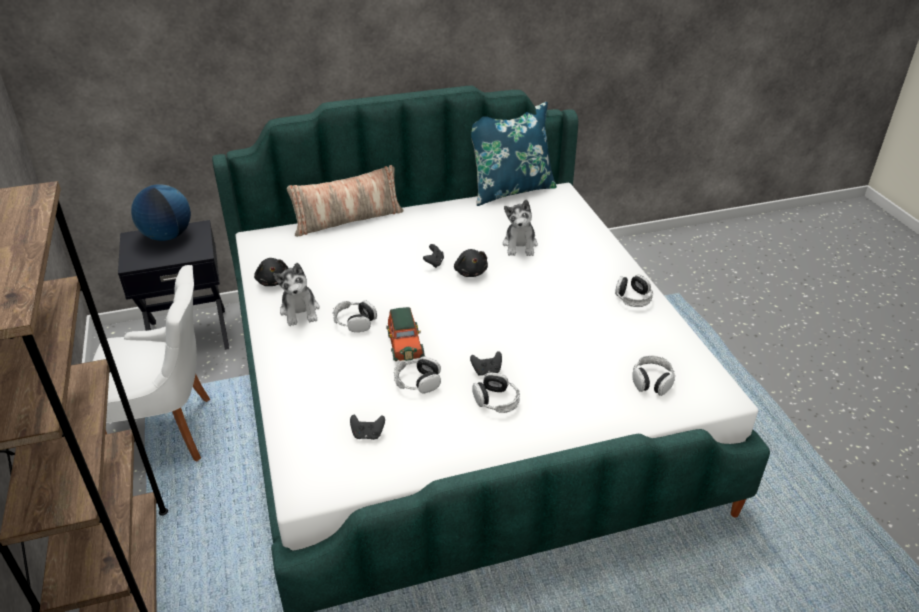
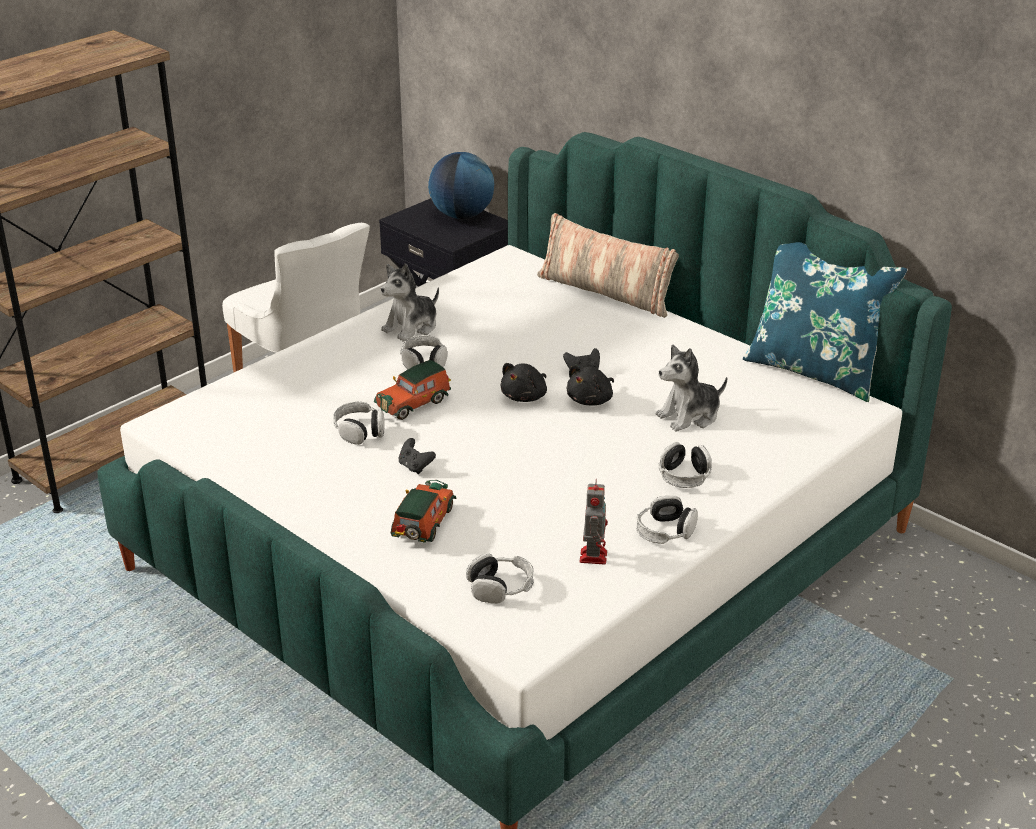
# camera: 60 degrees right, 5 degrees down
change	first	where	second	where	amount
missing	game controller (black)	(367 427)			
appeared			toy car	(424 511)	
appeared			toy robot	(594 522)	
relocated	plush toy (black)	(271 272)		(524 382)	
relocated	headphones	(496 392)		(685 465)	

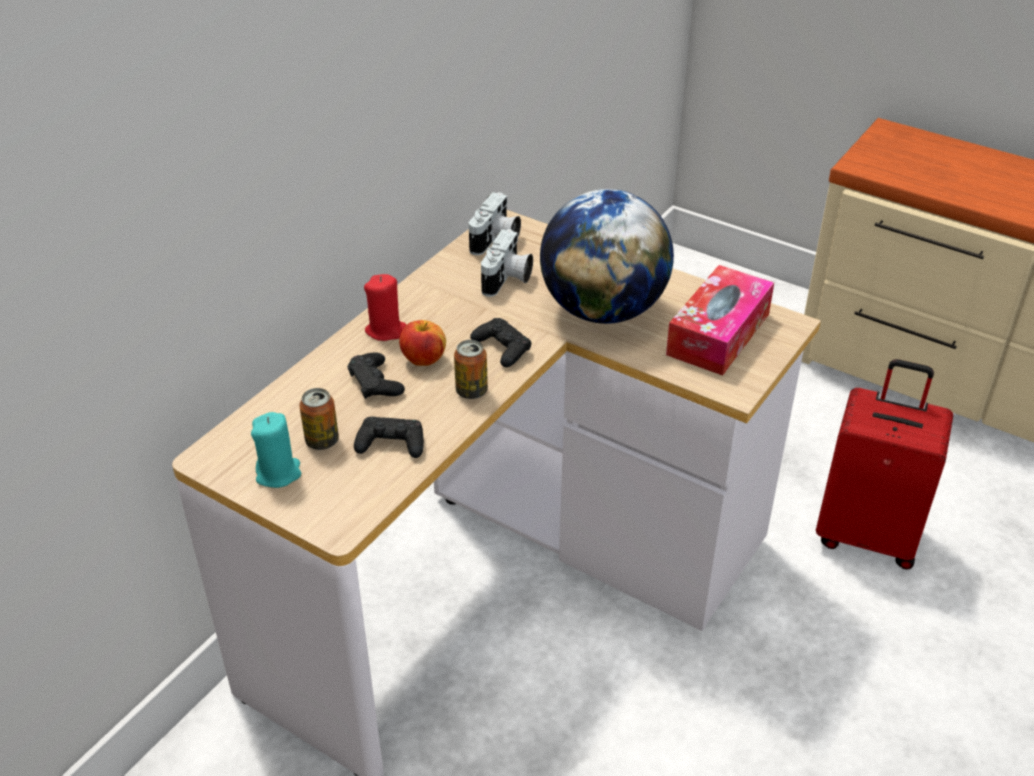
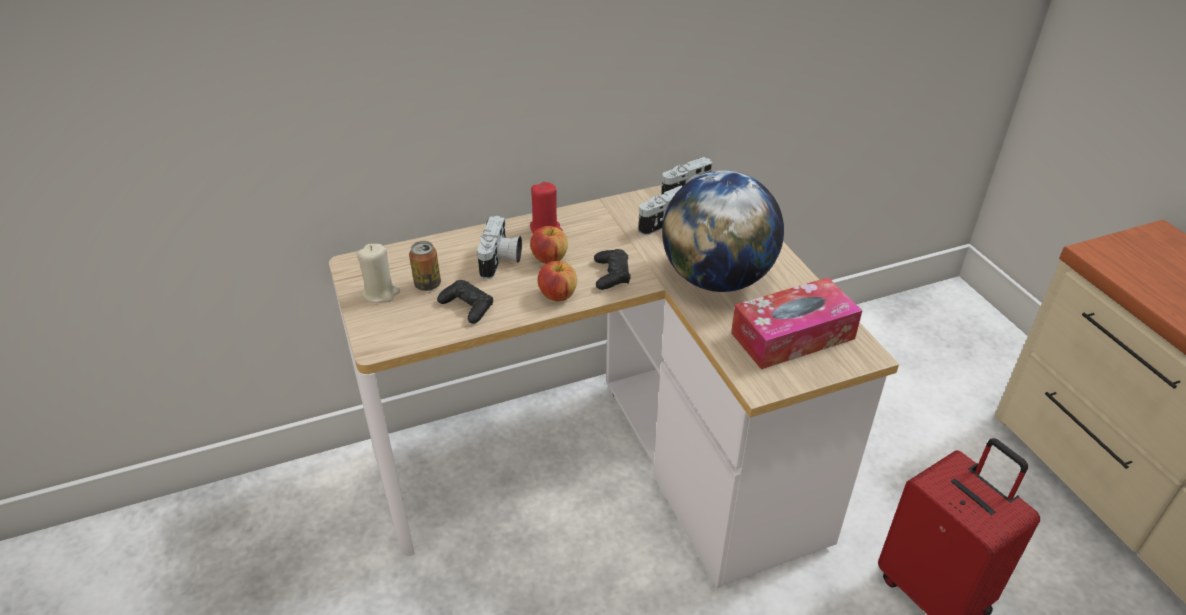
# camera: 35 degrees right, 0 degrees up
change	first	where	second	where	amount
exchanged	game controller (black)	(376 376)	photo camera	(499 247)	
exchanged	can	(471 369)	apple	(557 281)	
colour	candle (turquoise)	(276 450)	candle (beige)	(378 273)	

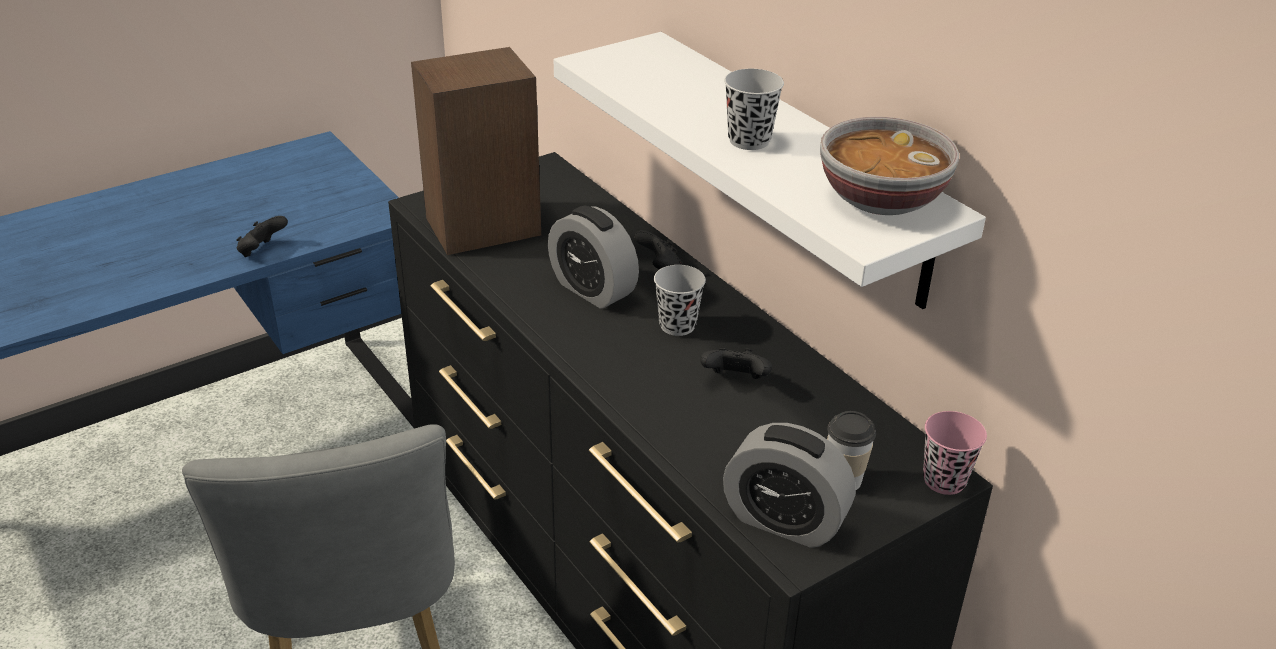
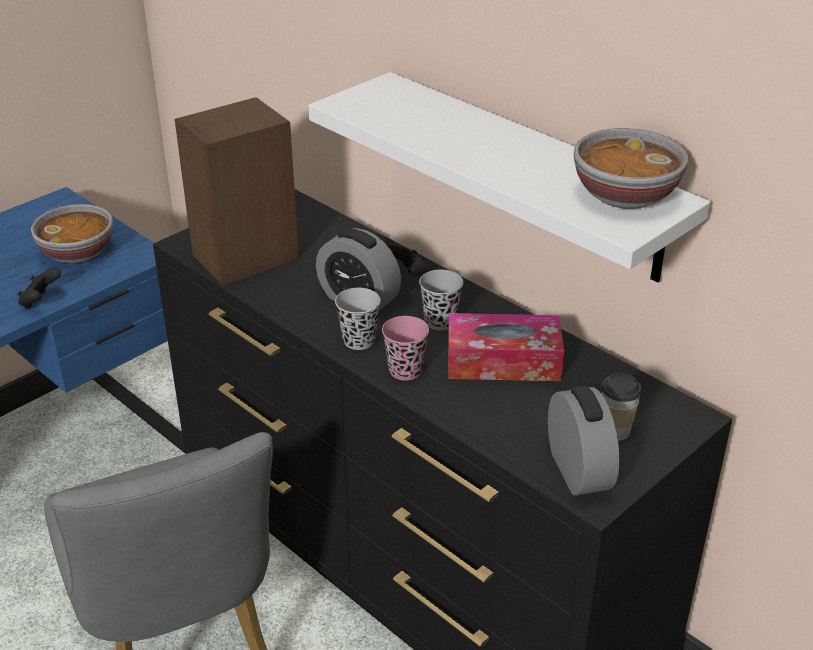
# camera: 10 degrees left, 0 degrees up
change	first	where	second	where	amount
appeared			bowl	(72 233)	
relocated	cup (black)	(754 109)		(358 319)	
relocated	cup (pink)	(955 453)		(405 348)	
exchanged	game controller (black)	(736 363)	tissue box	(506 347)	
spun	alarm clock	(789 485)		(584 441)	120 degrees counterclockwise

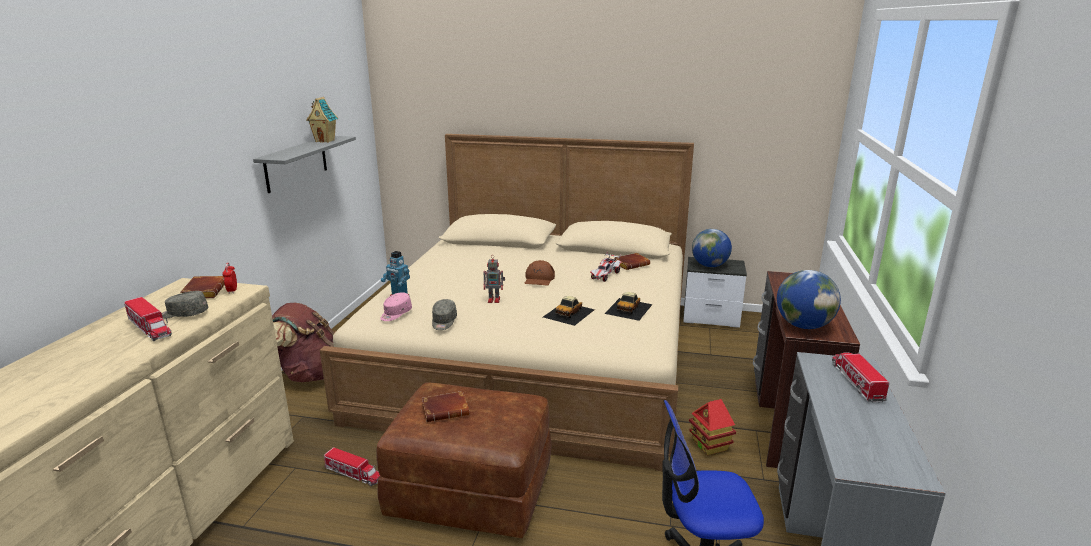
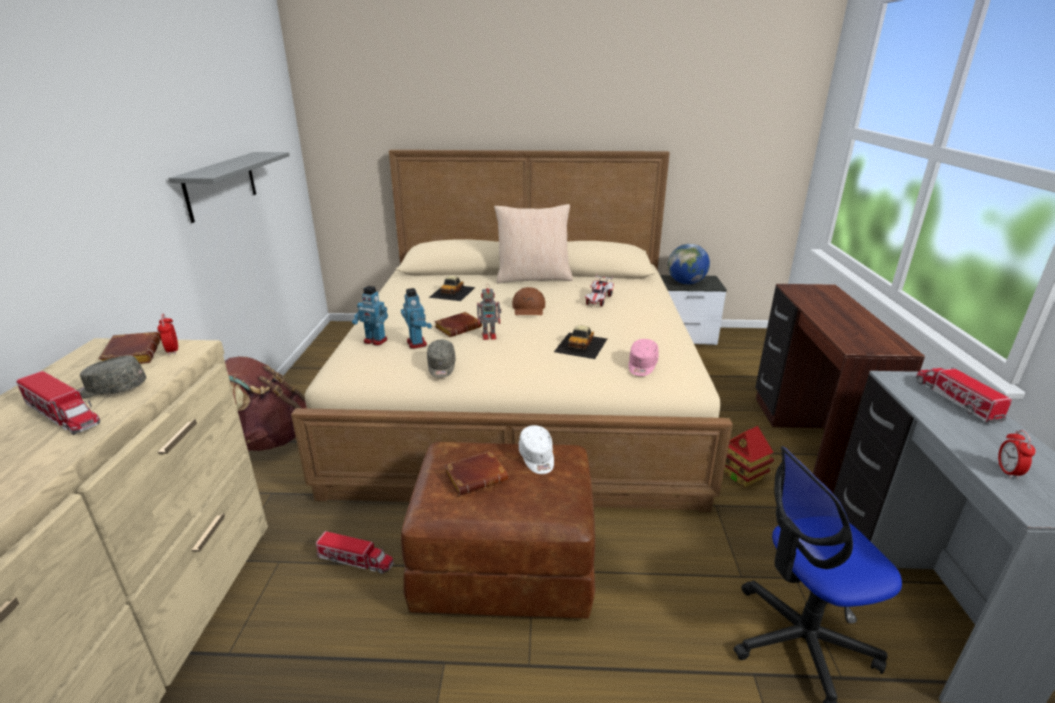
# camera: 10 degrees left, 5 degrees up
change	first	where	second	where	amount
missing	toy house	(322 120)			
missing	globe	(809 299)			
appeared			toy robot	(416 318)	
appeared			pillow (beige)	(533 243)	
appeared			cap (white)	(536 449)	
appeared			alarm clock	(1017 455)	
relocated	cap (pink)	(396 306)		(644 357)	
relocated	toy car	(628 306)		(452 288)	
relocated	book (brown)	(632 261)		(458 324)	

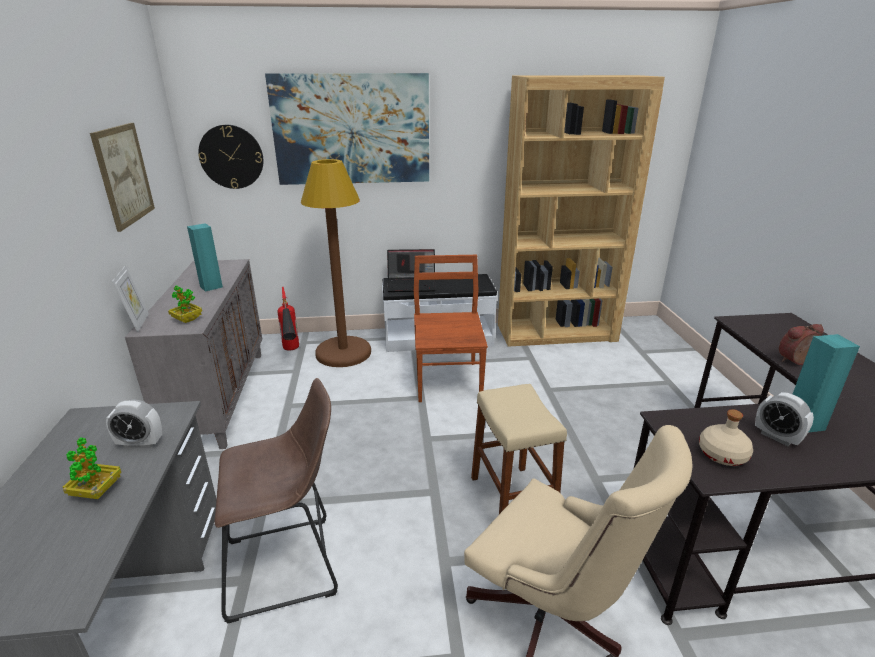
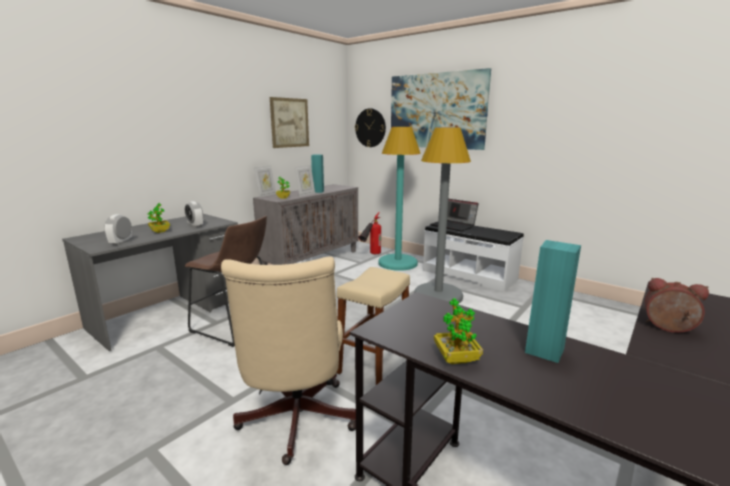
# camera: 45 degrees right, 10 degrees down
change	first	where	second	where	amount
missing	bookcase (brown)	(581 211)			
missing	bottle (beige)	(726 438)			
appeared			picture frame	(305 181)	
appeared			potted plant	(458 331)	
relocated	alarm clock	(784 419)		(118 229)	
exchanged	chair (brown)	(451 328)	floor lamp (grey)	(442 215)	
colour	floor lamp (brown)	(336 263)	floor lamp (turquoise)	(399 199)	

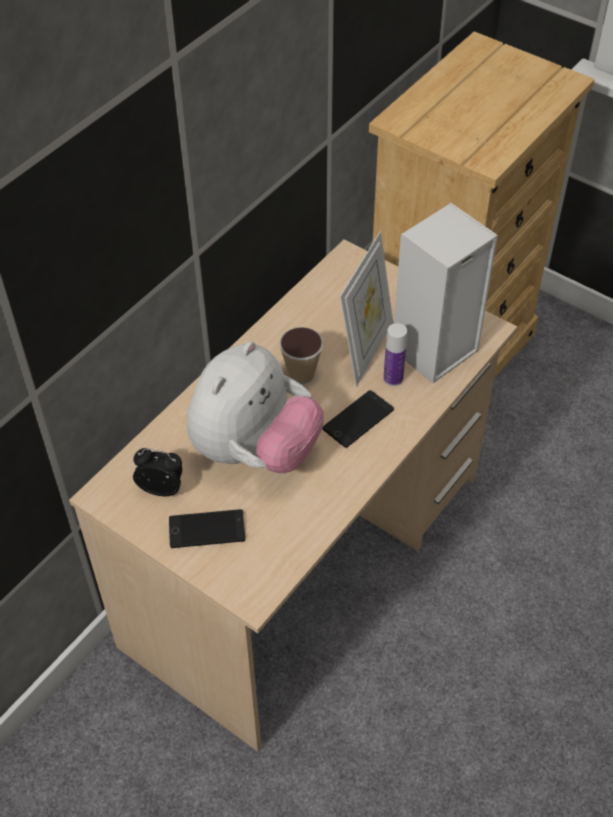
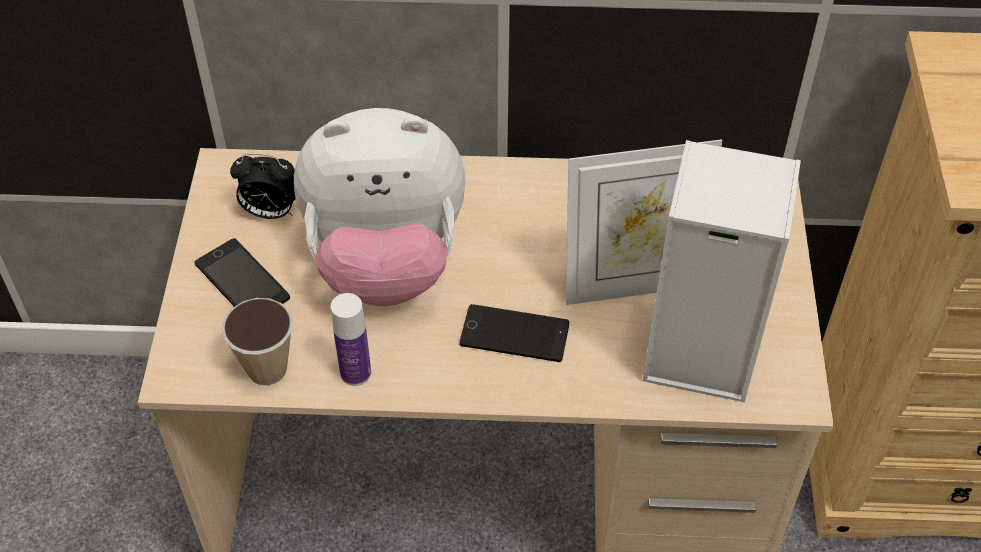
# camera: 55 degrees right, 0 degrees up
change	first	where	second	where	amount
relocated	cup	(301 355)		(257 341)	
relocated	bottle	(395 354)		(351 339)	
spun	alarm clock	(157 472)		(263 186)	120 degrees clockwise

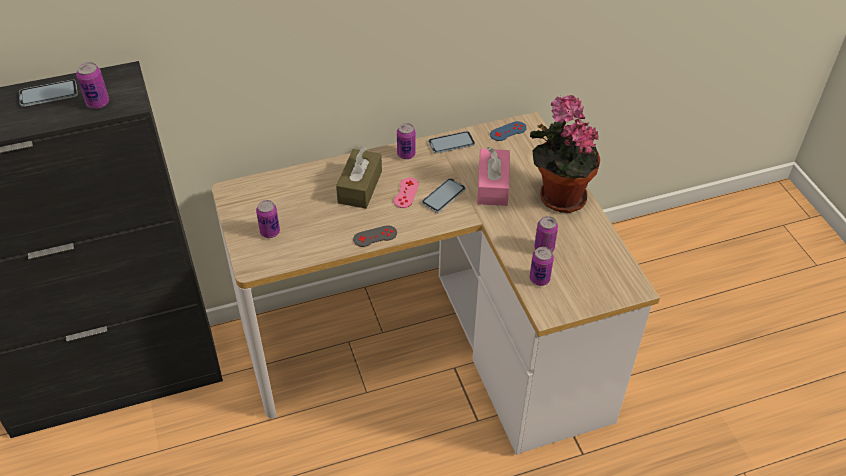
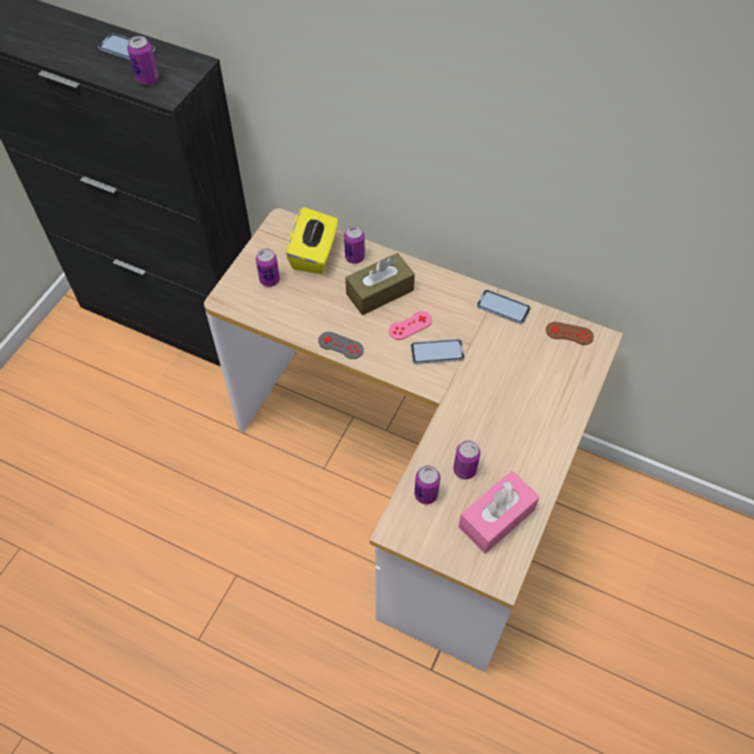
# camera: 45 degrees right, 10 degrees up
change	first	where	second	where	amount
missing	potted plant	(565 154)			
appeared			tissue box (yellow)	(312 240)	
relocated	can	(406 141)		(354 245)	
relocated	tissue box (pink)	(493 176)		(499 512)	
colour	game controller (blue)	(508 131)	game controller (brown)	(570 333)	

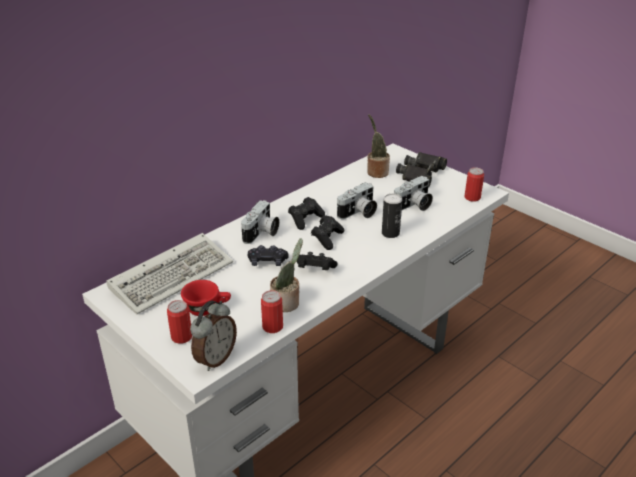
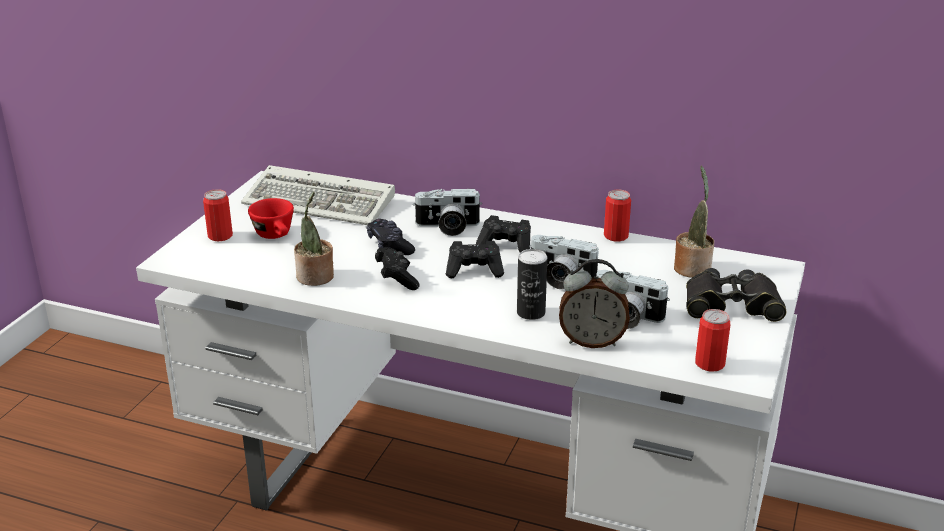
# camera: 65 degrees right, 5 degrees down
change	first	where	second	where	amount
relocated	alarm clock	(213 336)		(594 303)	
relocated	can	(272 311)		(617 215)	

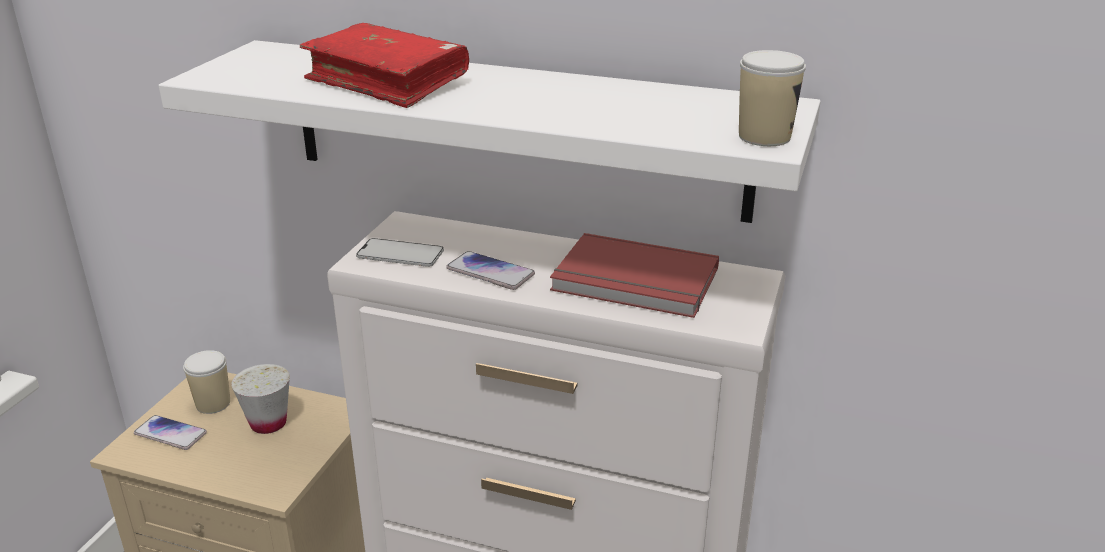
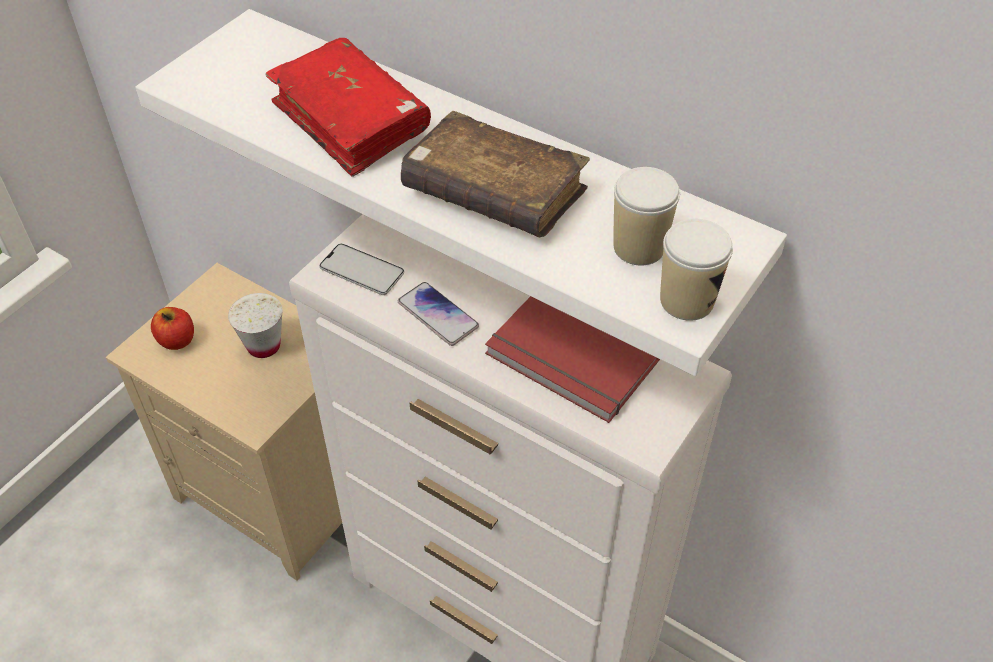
# camera: 15 degrees right, 20 degrees up
change	first	where	second	where	amount
appeared			book (brown)	(495 174)	
relocated	cup	(206 382)		(646 216)	
exchanged	phone	(170 432)	apple	(172 328)	

